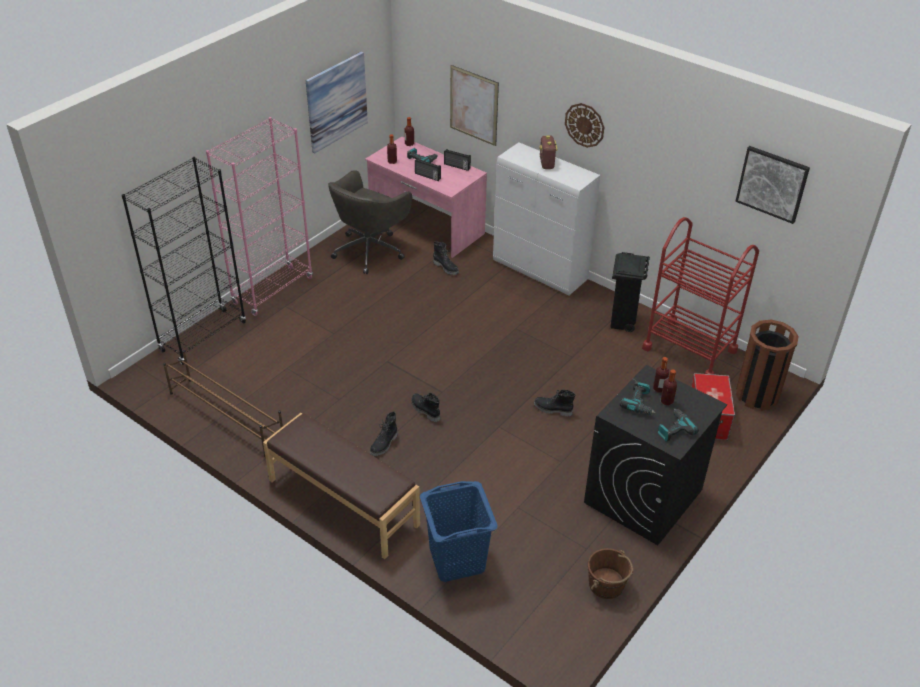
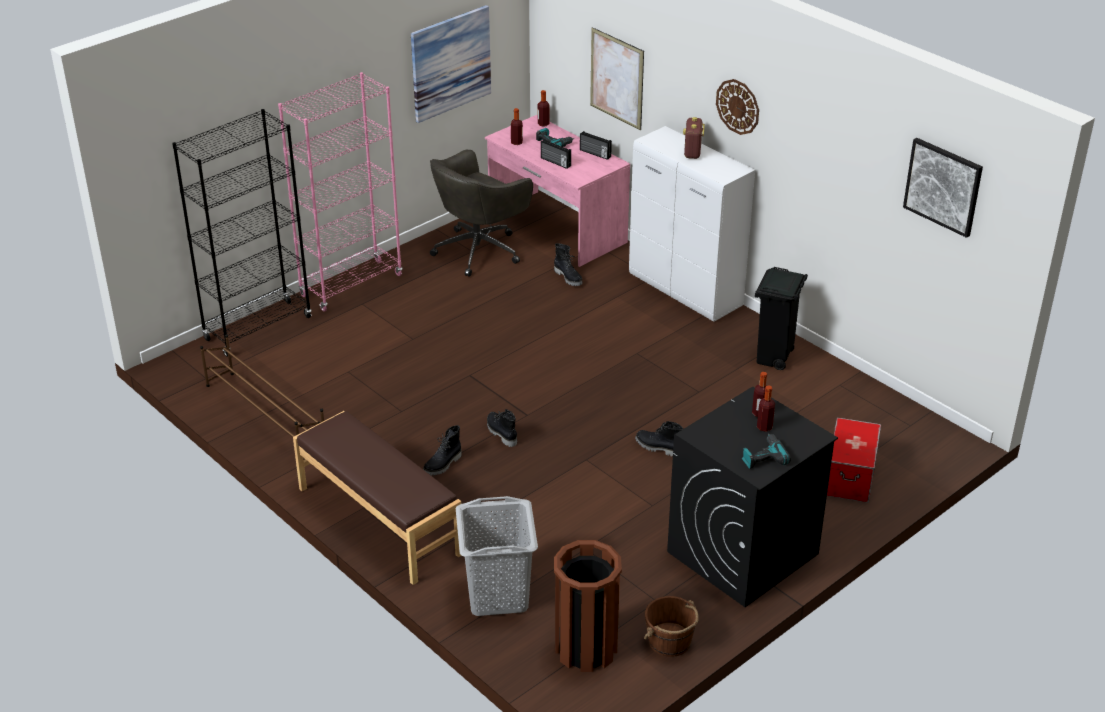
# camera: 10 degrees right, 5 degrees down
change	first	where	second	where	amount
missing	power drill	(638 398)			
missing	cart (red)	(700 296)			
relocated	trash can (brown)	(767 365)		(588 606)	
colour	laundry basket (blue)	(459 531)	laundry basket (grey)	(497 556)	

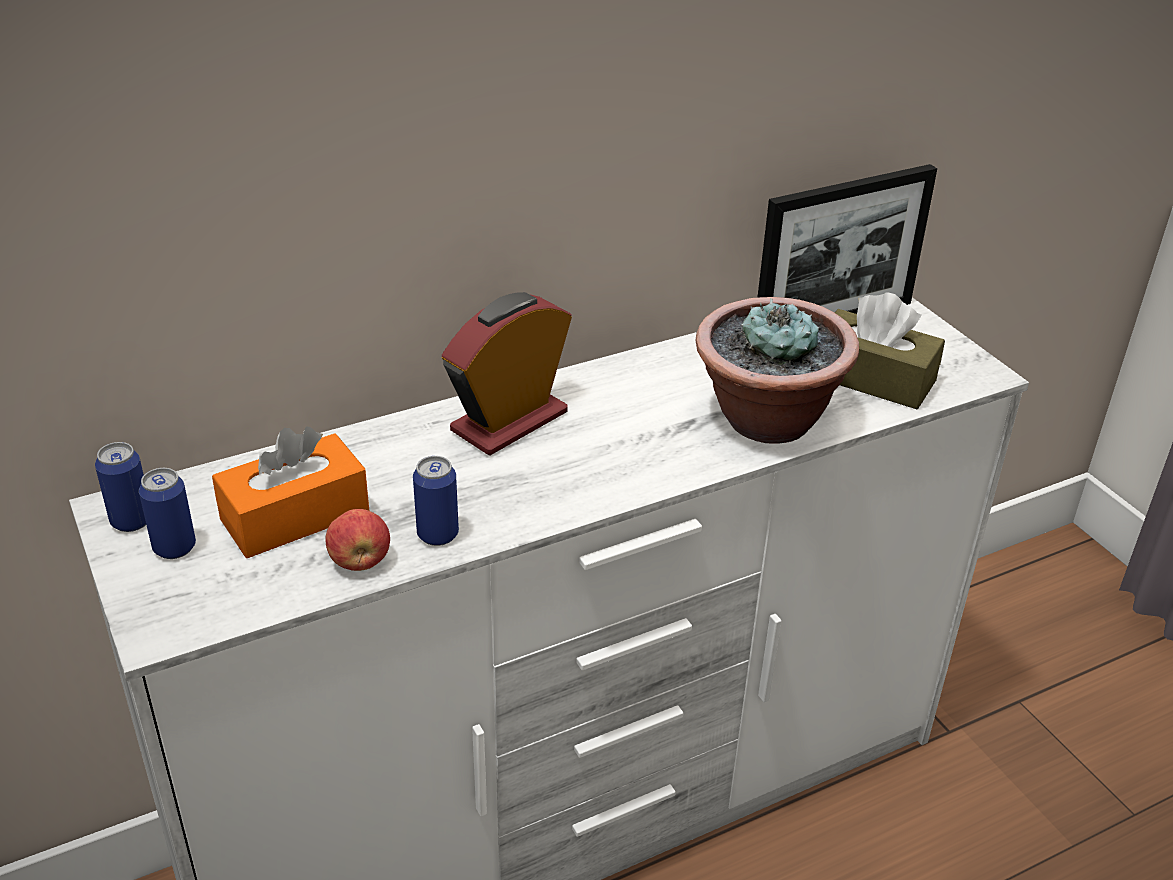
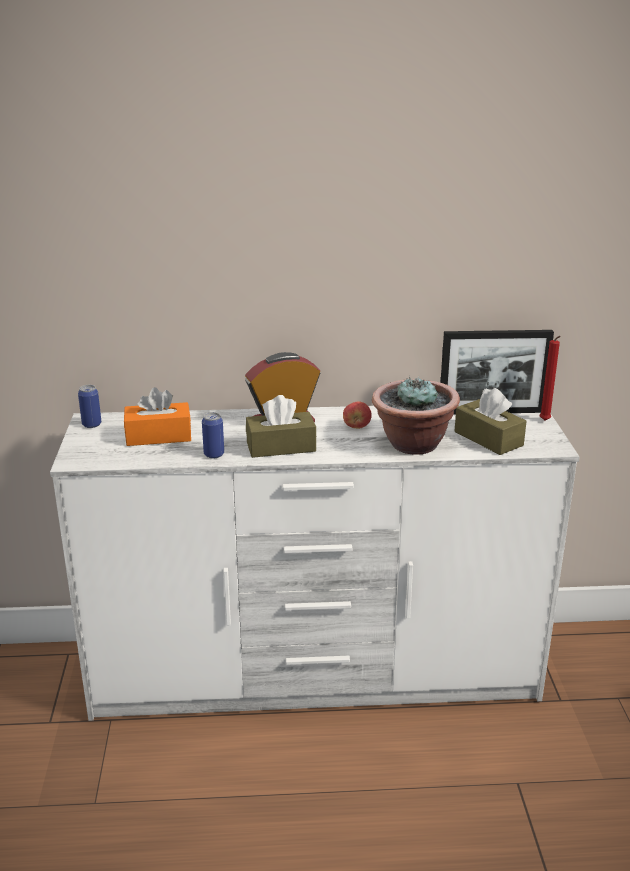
# camera: 25 degrees right, 10 degrees down
change	first	where	second	where	amount
missing	can	(167 513)			
appeared			tissue box (brown)	(281 426)	
appeared			candle (red)	(549 378)	
relocated	apple	(357 540)		(357 415)	

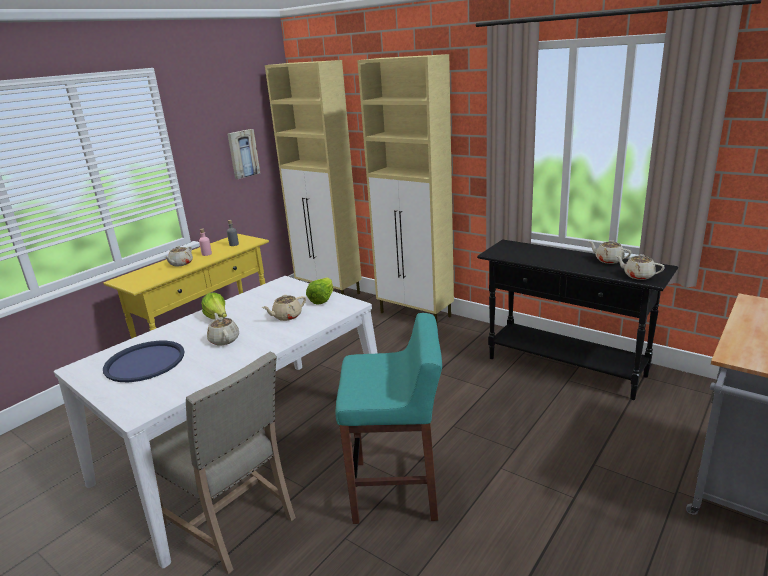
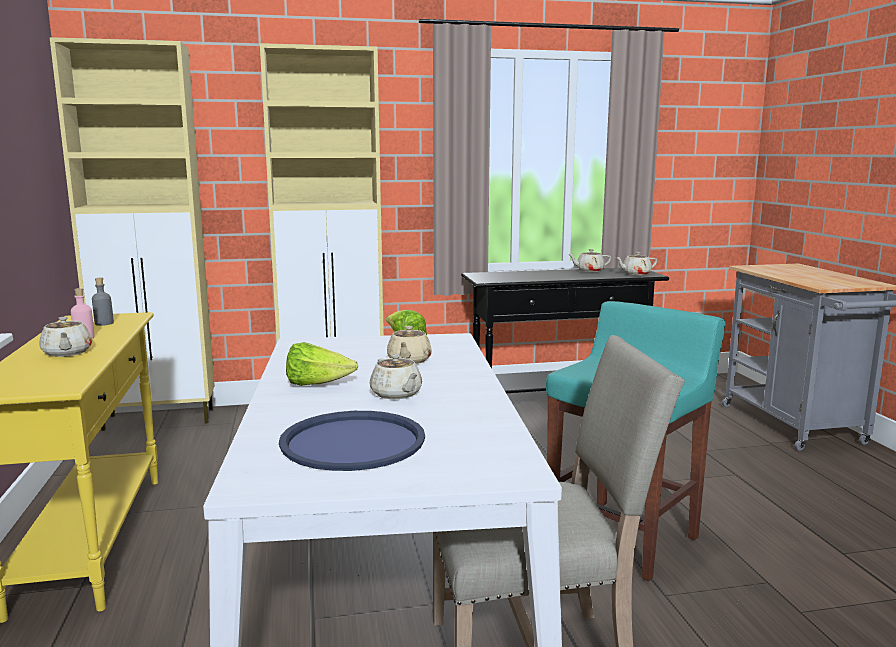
# camera: 50 degrees left, 10 degrees down
change	first	where	second	where	amount
missing	picture	(244 154)			
spun	teapot (beige)	(223 329)		(396 376)	135 degrees counterclockwise

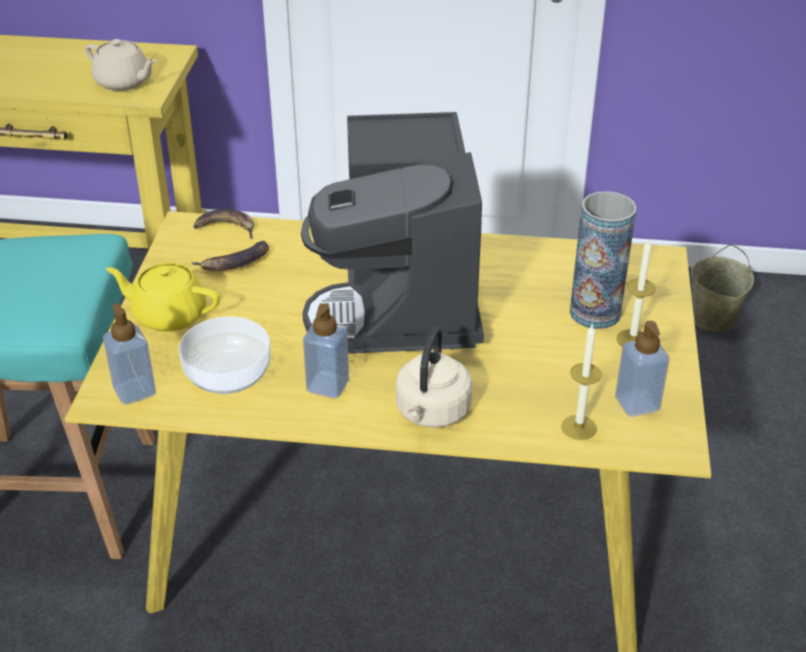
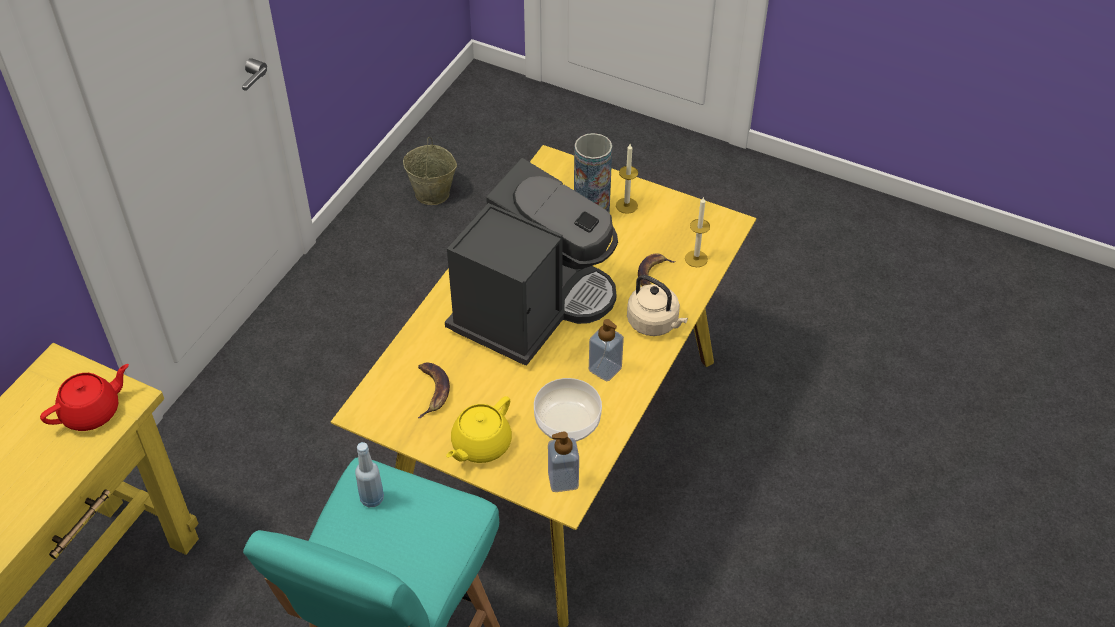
# camera: 70 degrees left, 10 degrees up
change	first	where	second	where	amount
missing	soap dispenser	(642 369)			
appeared			bottle (blue)	(369 474)	
relocated	banana	(223 224)		(656 269)	
colour	teapot (beige)	(120 65)	teapot (red)	(84 397)	
spun	coffee machine	(392 233)		(531 262)	75 degrees counterclockwise

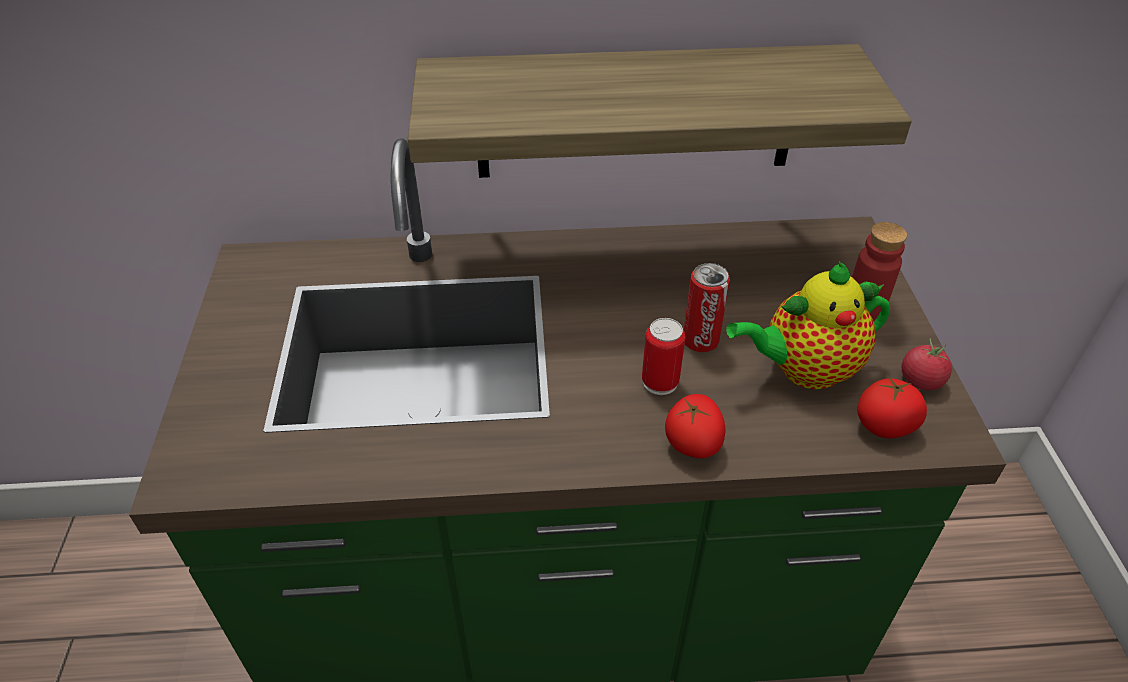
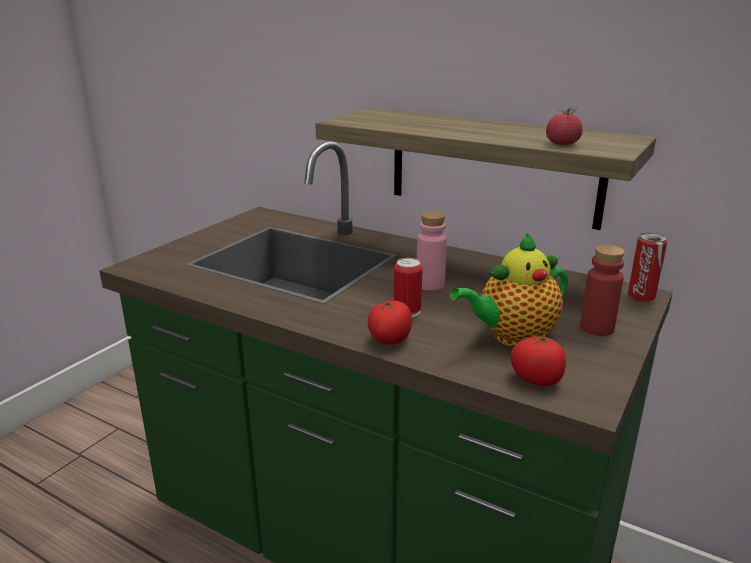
# camera: 35 degrees right, 20 degrees down
change	first	where	second	where	amount
appeared			bottle (pink)	(432 251)	
relocated	can	(707 307)		(647 267)	
relocated	tomato	(927 364)		(564 126)	
spun	teapot	(808 325)		(509 290)	45 degrees counterclockwise

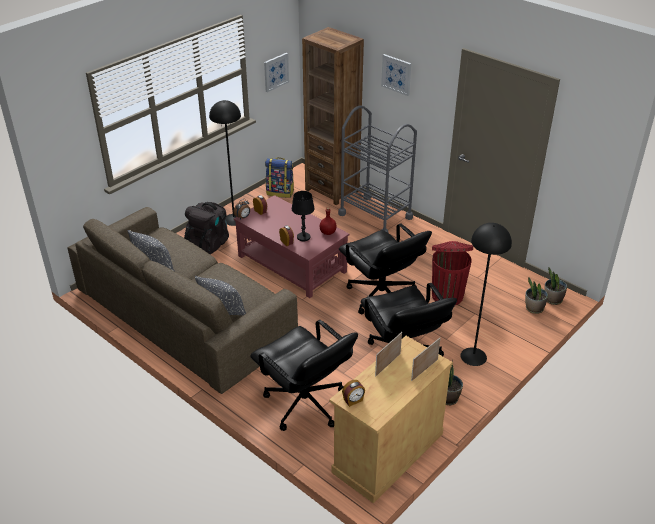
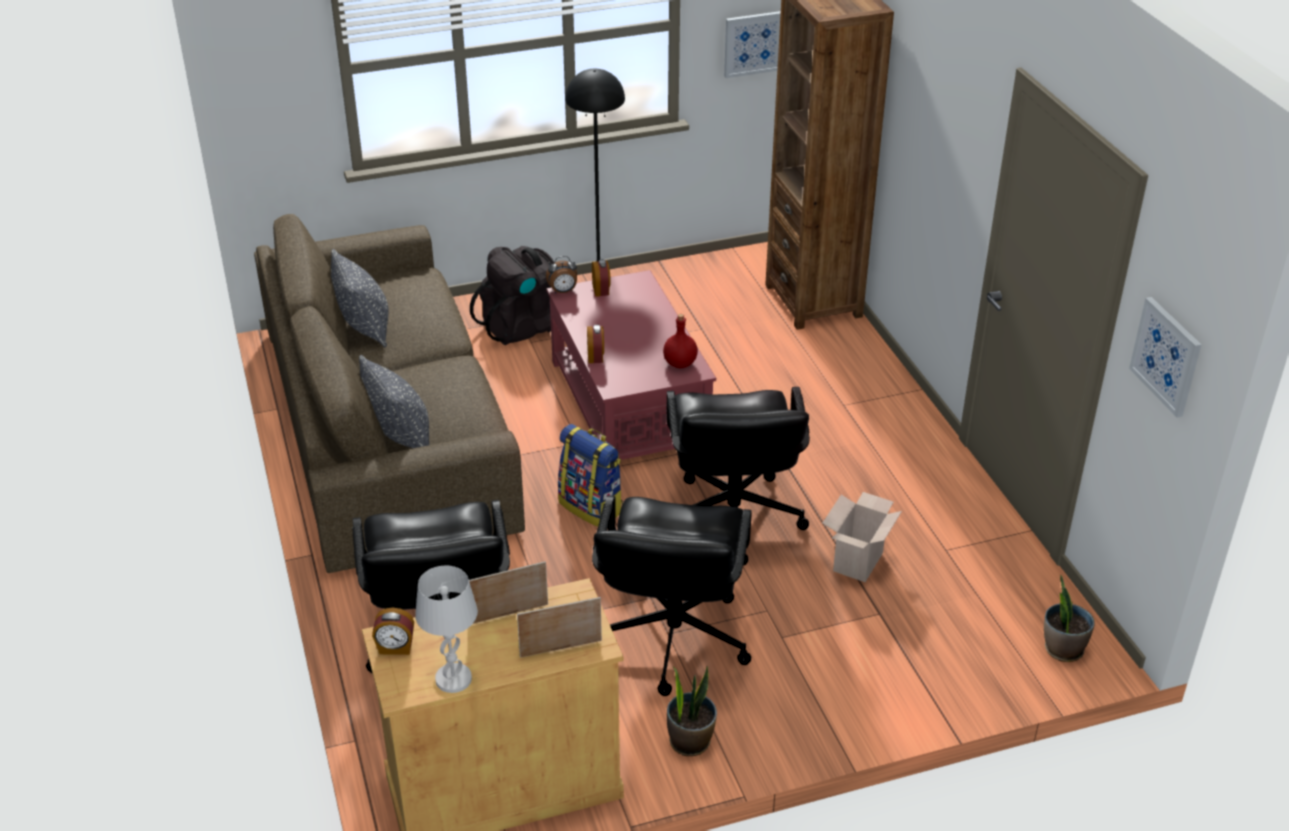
# camera: 30 degrees right, 0 degrees up
change	first	where	second	where	amount
missing	table lamp (black)	(303 216)			
missing	cart (grey)	(377 169)			
missing	floor lamp (black)	(486 294)			
missing	potted plant	(536 295)			
appeared			table lamp (white)	(446 629)	
relocated	backpack	(279 177)		(590 475)	
relocated	picture	(396 75)		(1165 357)	
exchanged	trash can (red)	(452 273)	cardboard box	(862 537)	

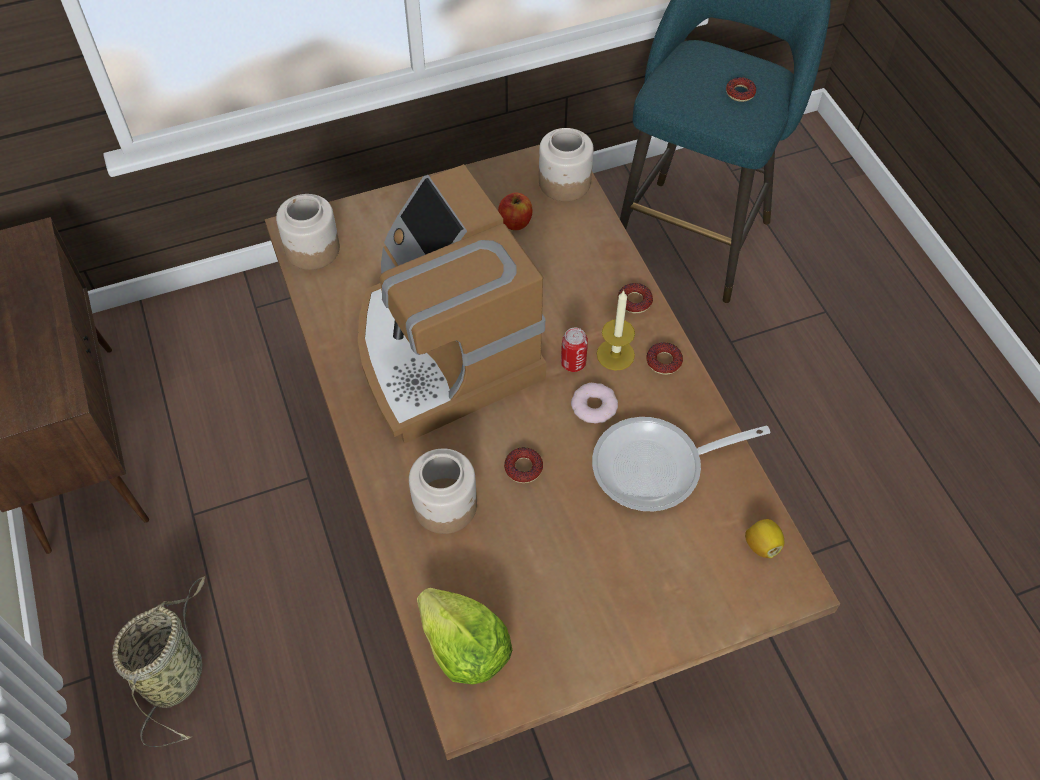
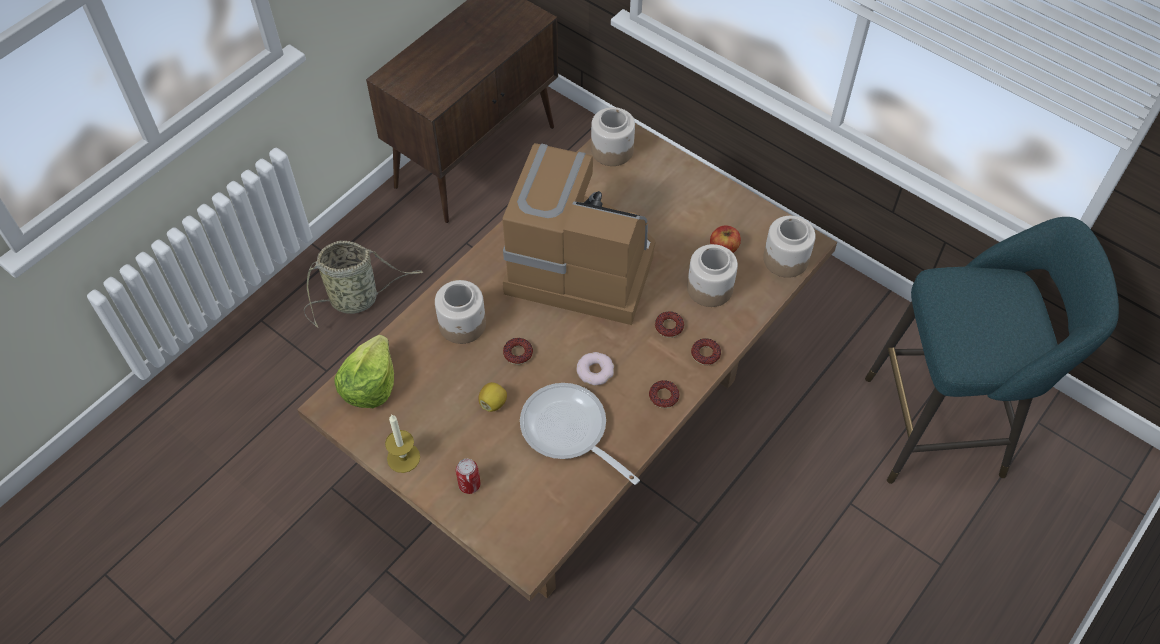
# camera: 60 degrees right, 0 degrees up
change	first	where	second	where	amount
appeared			jar	(712 275)	
relocated	can	(574 349)		(468 476)	
relocated	candle	(616 330)		(402 444)	
relocated	donut	(741 89)		(669 324)	
relocated	lemon	(764 538)		(492 397)	
spun	coffee machine	(452 304)		(579 234)	75 degrees clockwise

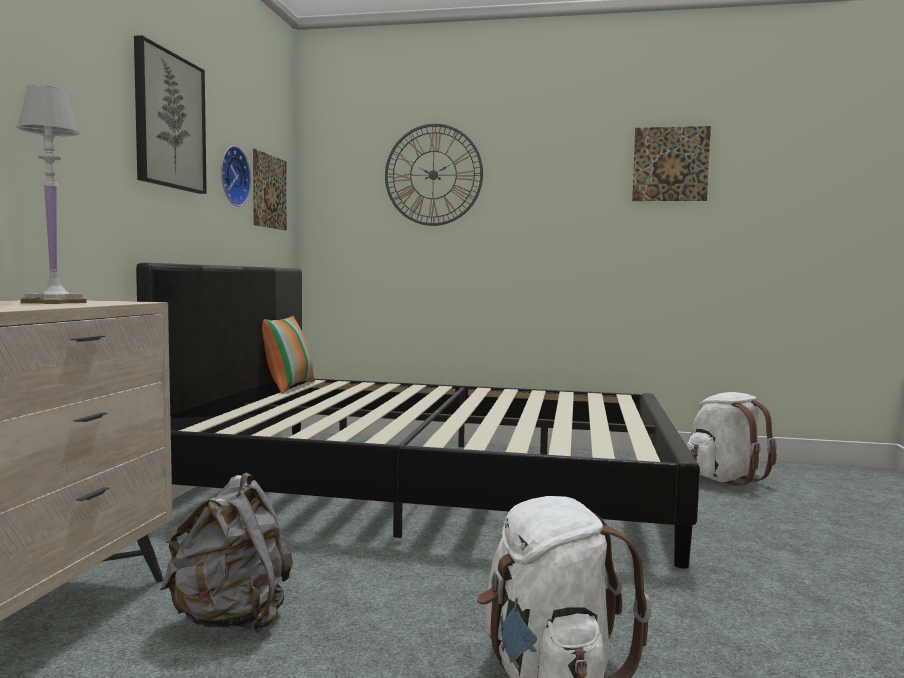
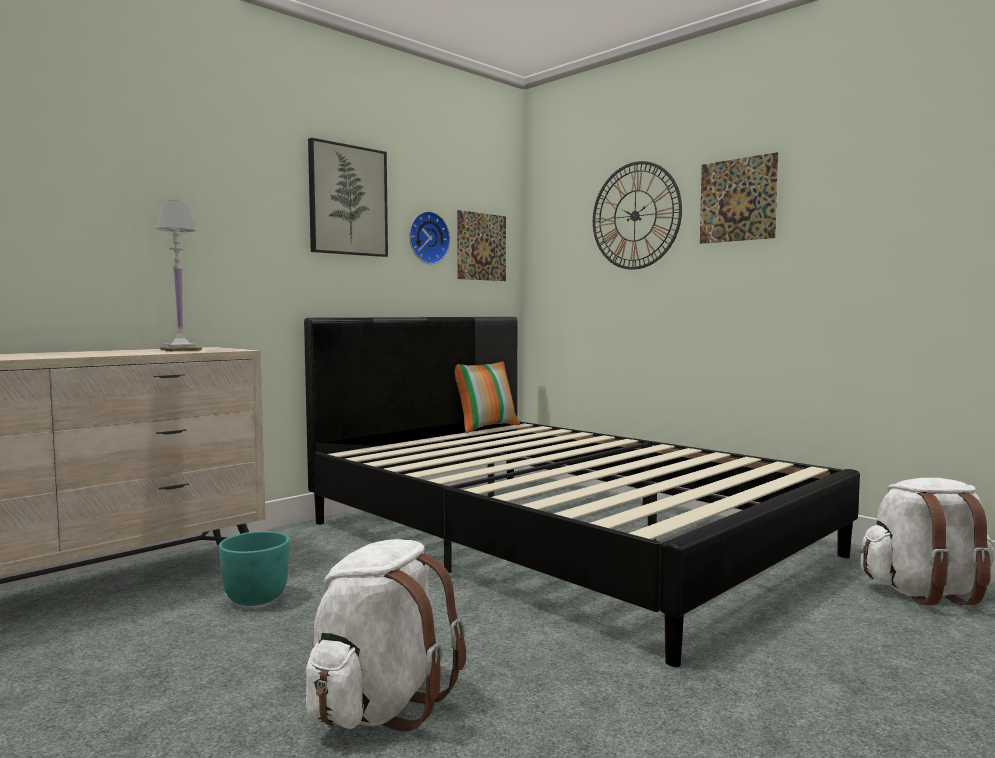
# camera: 35 degrees right, 0 degrees up
change	first	where	second	where	amount
relocated	picture	(671 163)		(739 198)	
exchanged	backpack (grey)	(226 552)	planter (turquoise)	(254 568)	

